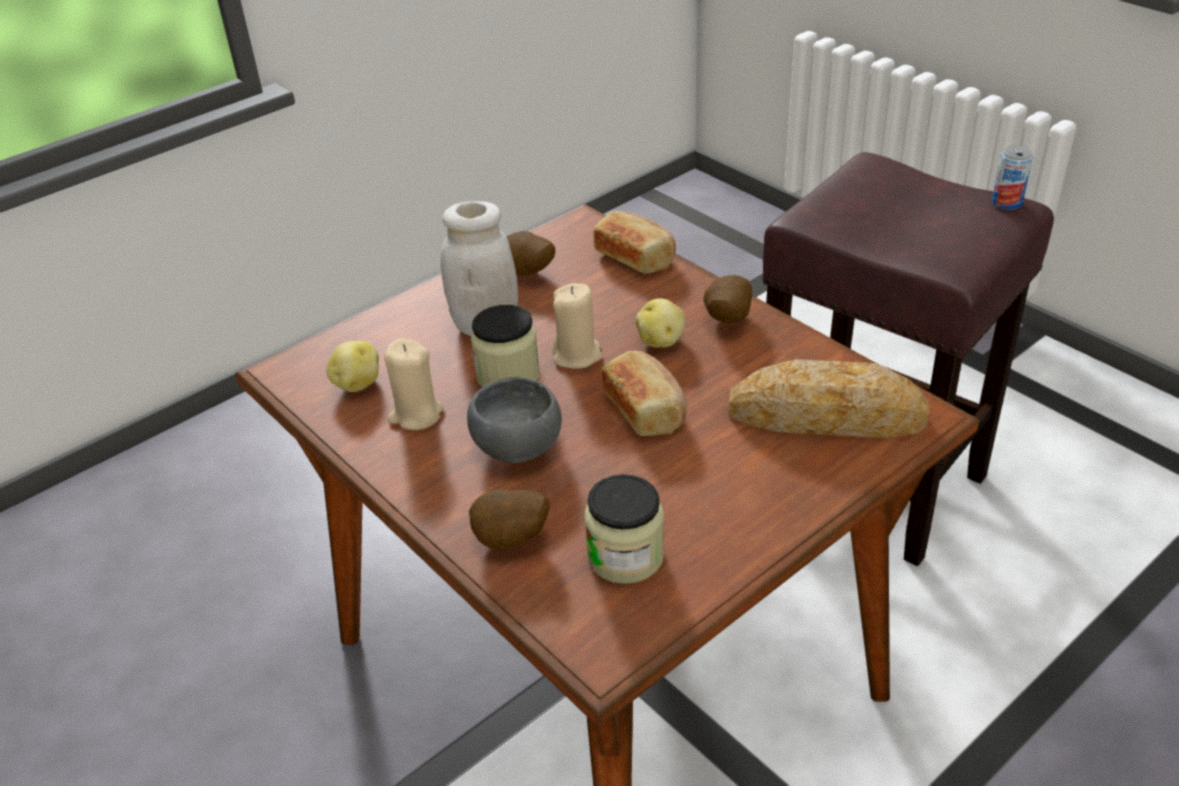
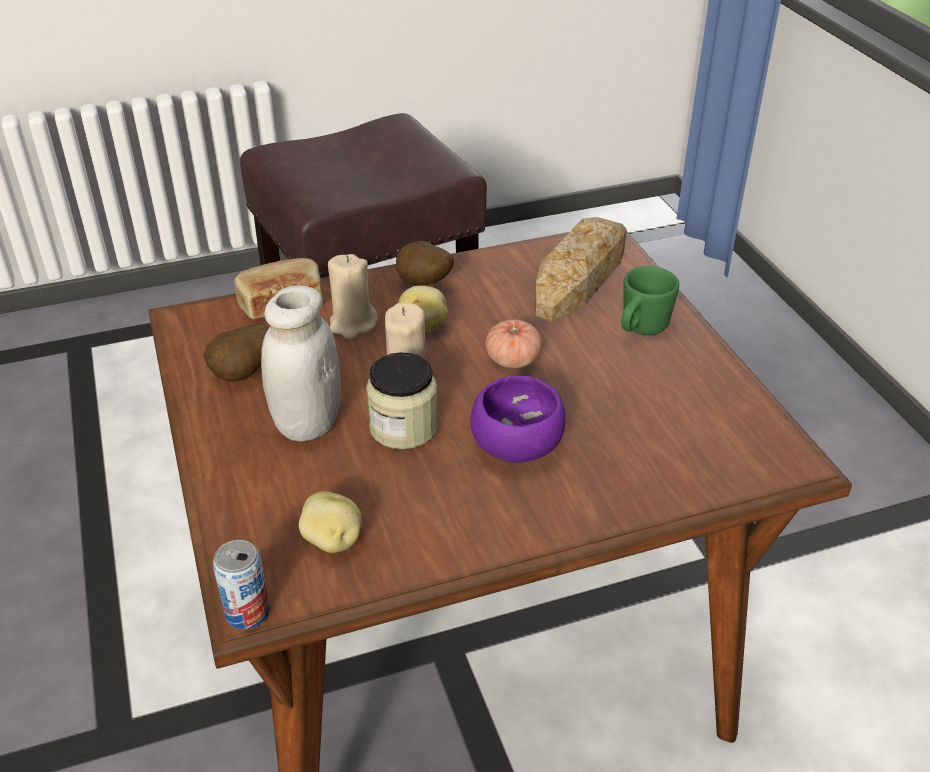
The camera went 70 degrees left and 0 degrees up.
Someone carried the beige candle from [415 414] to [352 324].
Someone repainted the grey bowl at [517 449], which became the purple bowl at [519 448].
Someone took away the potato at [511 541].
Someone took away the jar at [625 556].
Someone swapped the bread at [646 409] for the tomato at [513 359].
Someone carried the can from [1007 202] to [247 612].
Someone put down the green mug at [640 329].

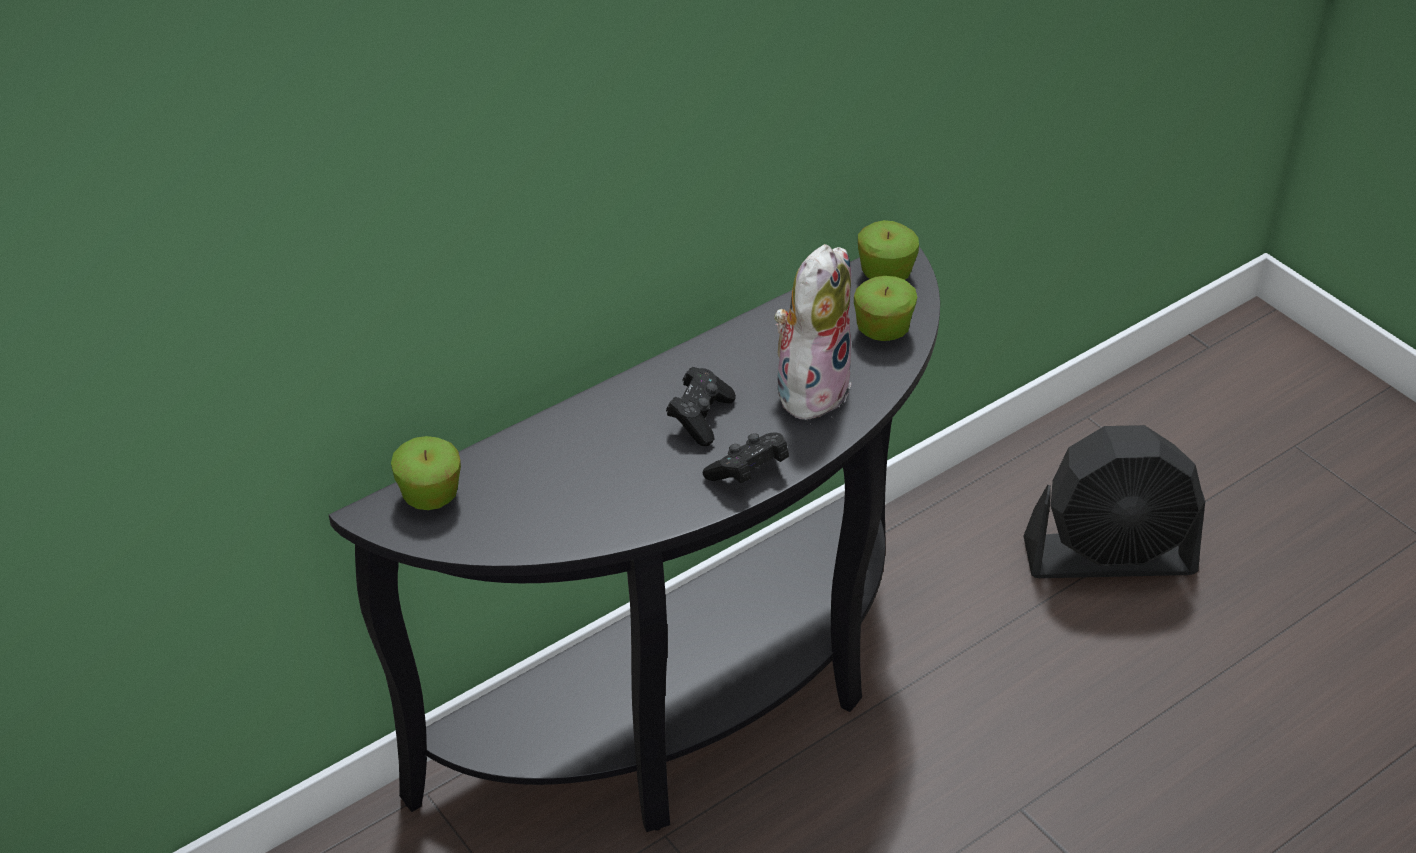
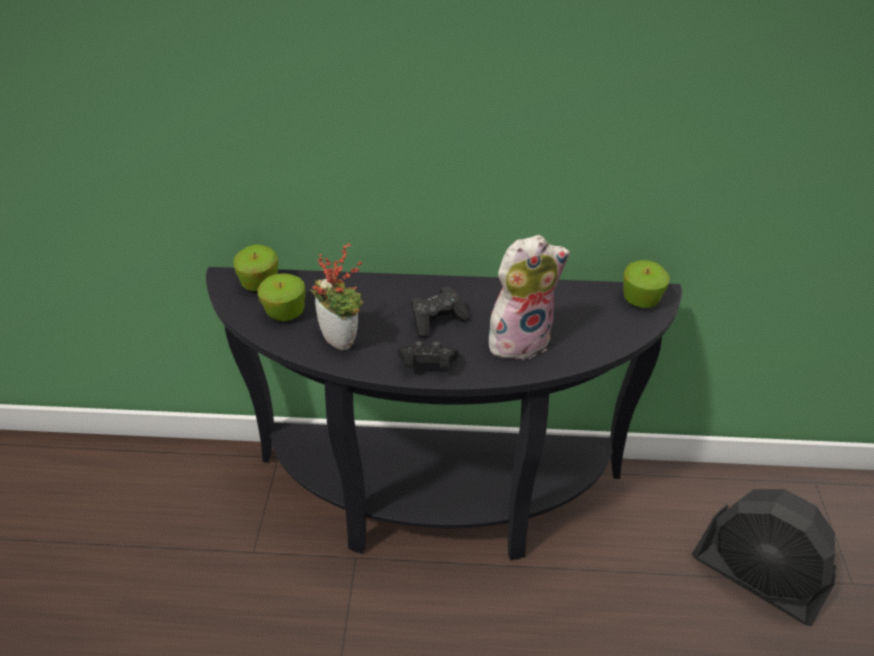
The camera went 40 degrees right and 0 degrees up.
Someone carried the apple from [883 330] to [285 312].
Someone put down the potted plant at [343 339].

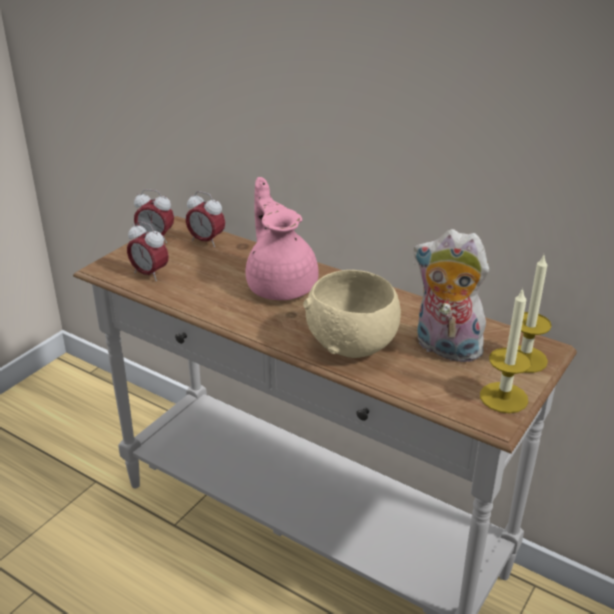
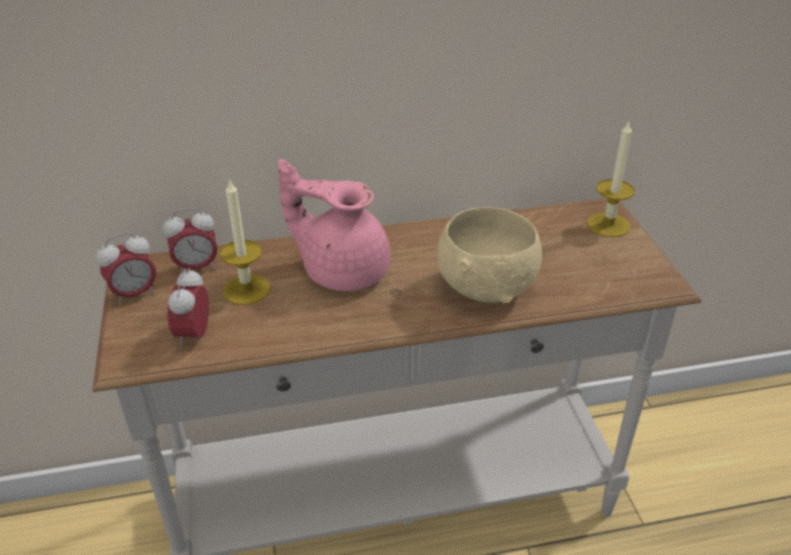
The camera went 45 degrees left and 5 degrees up.
Someone rotated the alarm clock at [149 274] by 105 degrees clockwise.
Someone took away the plush toy at [444 349].
Someone carried the candle from [503 397] to [246 289].

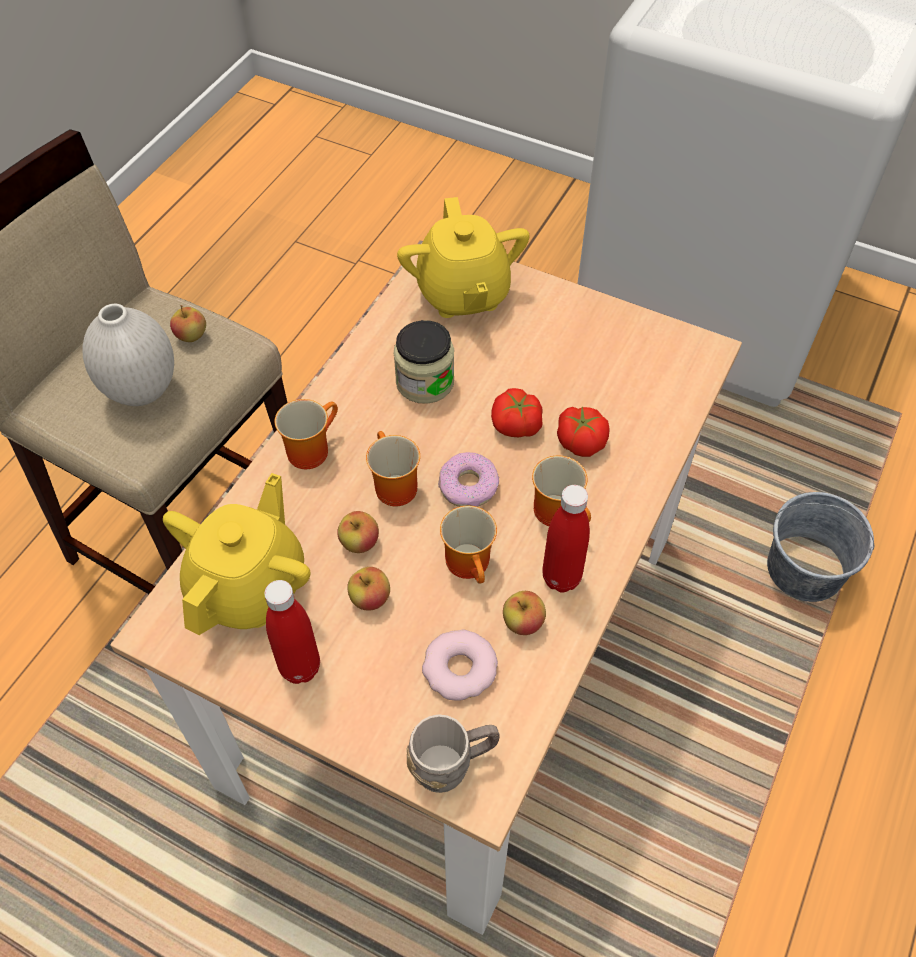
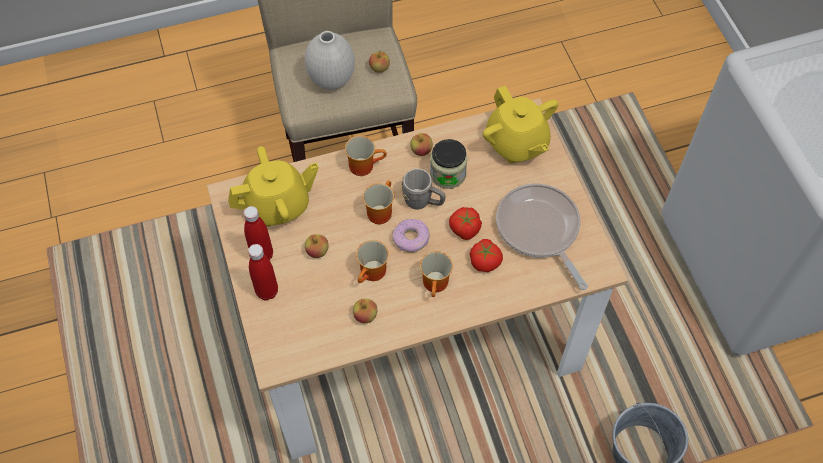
The camera went 45 degrees right and 5 degrees up.
Someone carried the apple from [359 543] to [421 151].
Someone rotated the yellow teapot at [463 294] by 60 degrees counterclockwise.
Someone carried the grey mug from [453 764] to [423 201].
Someone took away the donut at [460 669].
Someone carried the red bottle from [561 578] to [267 291].
Someone put down the frying pan at [539 230].

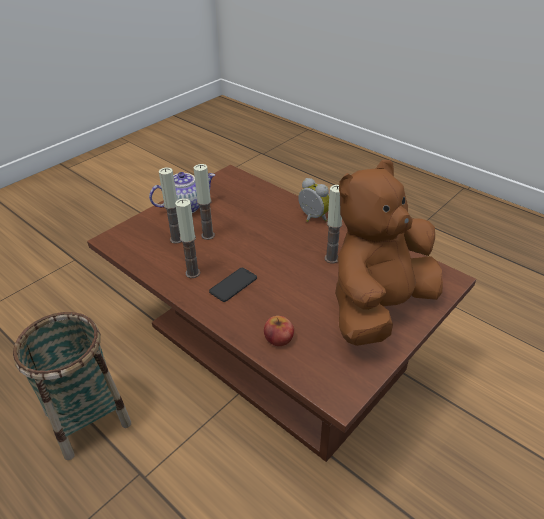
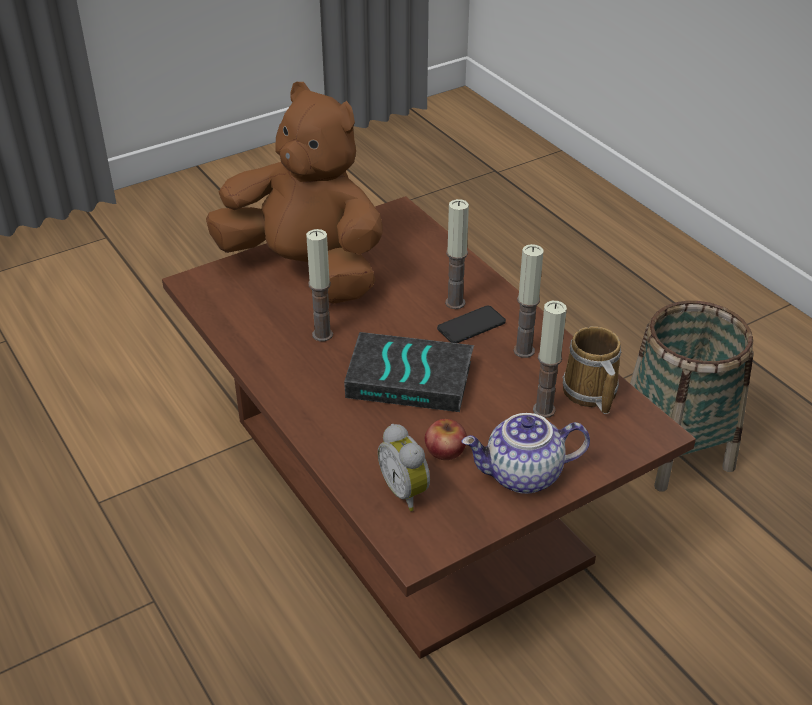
The camera went 165 degrees left and 0 degrees up.
Someone carried the candle from [208 235] to [455 303].
Someone carried the apple from [278 338] to [445 450].
Someone carried the alarm clock from [312 218] to [407 491].
Someone rotated the brown plush toy at [378 307] by 120 degrees counterclockwise.
Someone put down the book at [411 378].
Someone put down the mug at [589 392].

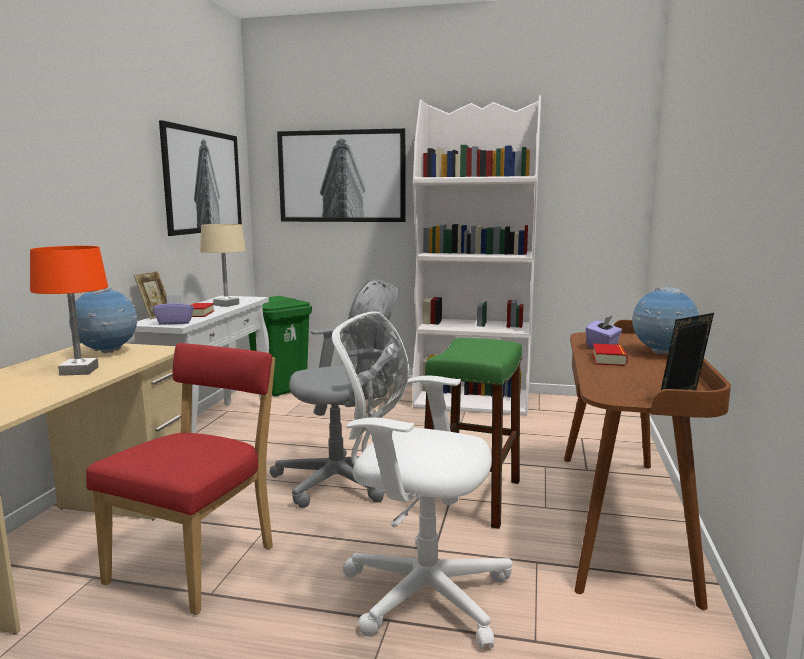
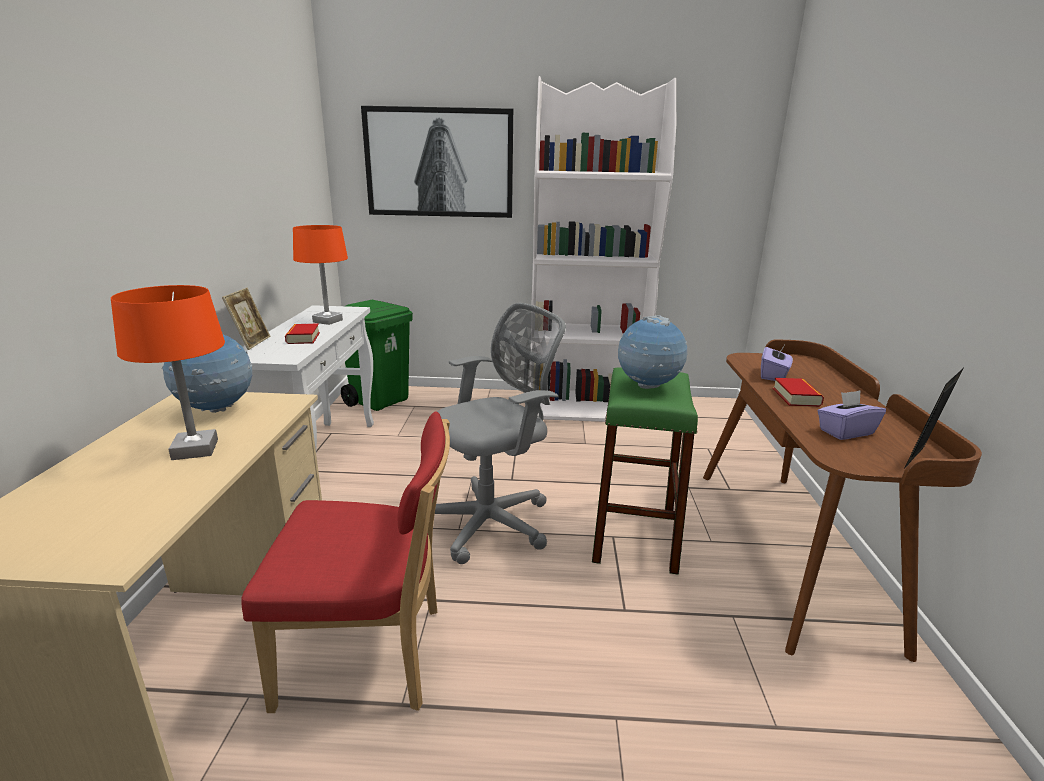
The camera went 10 degrees left and 10 degrees up.
Someone rotated the red chair at [198 561] by 75 degrees clockwise.
Someone carried the purple tissue box from [175 322] to [845 432].
Someone took away the picture at [202 181].
Someone repainted the beige table lamp at [226 304], which became the orange table lamp at [327 321].
Someone took away the white office chair at [419 591].
Someone carried the globe from [662 353] to [648 387].

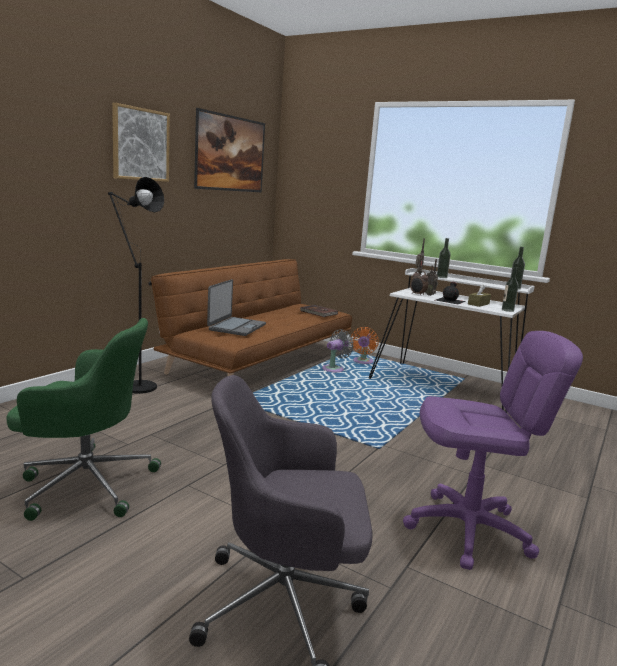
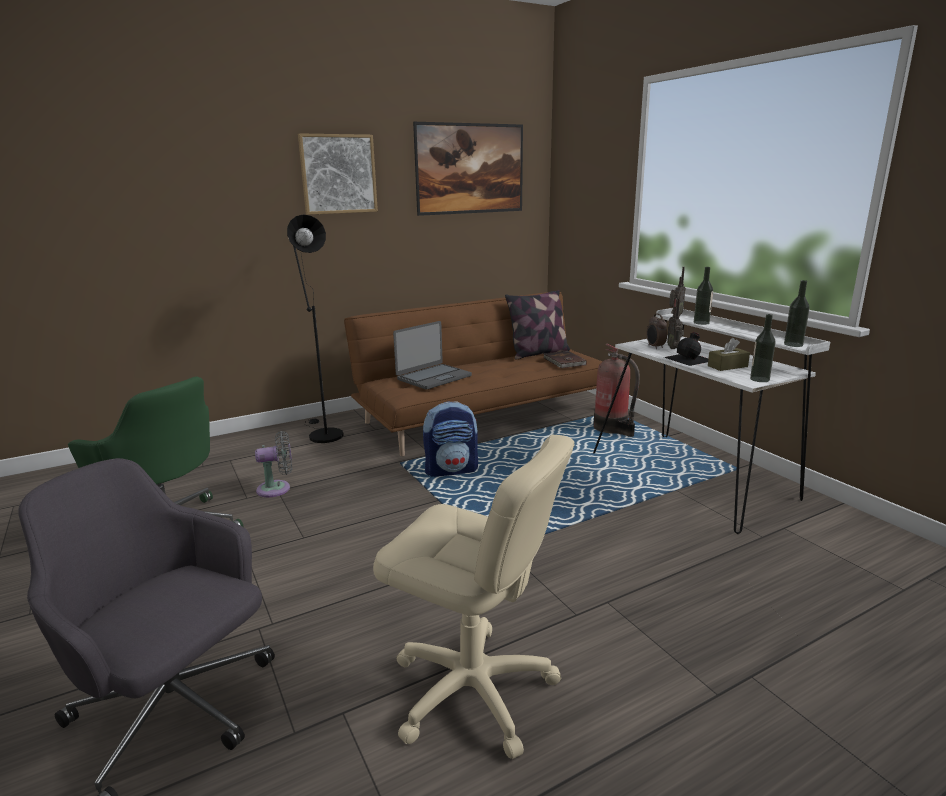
The camera went 30 degrees right and 5 degrees up.
Someone carried the grey fan from [334 369] to [277 489].
Someone swapped the orange fan at [362 362] for the fire extinguisher at [612 429].
Someone repainted the purple office chair at [468 530], which became the beige office chair at [472 690].
Someone put down the backpack at [451 470].
Someone put down the pillow at [538 353].

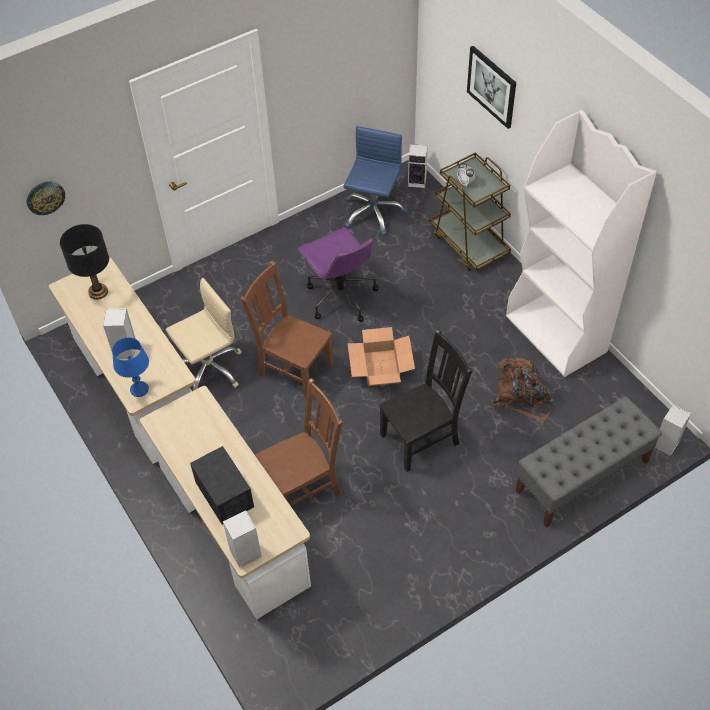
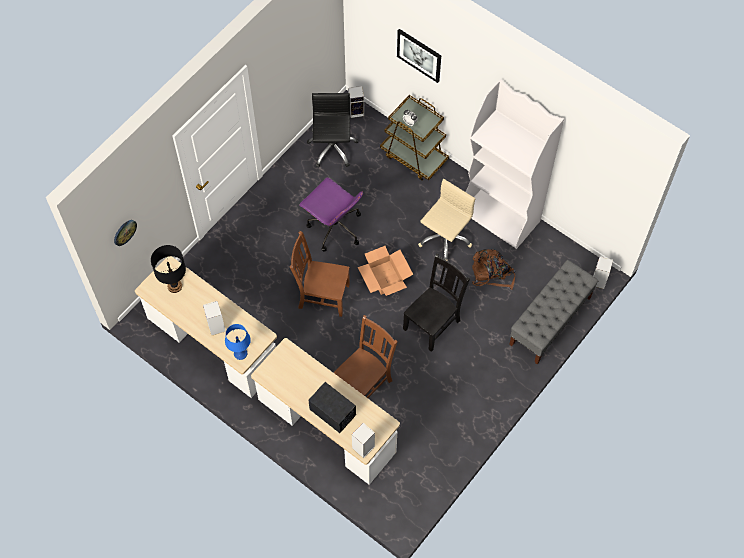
The camera went 20 degrees left and 10 degrees up.
Someone carried the beige office chair from [209 369] to [444 238].
Someone repainted the blue office chair at [373 212], which became the black office chair at [332 148].

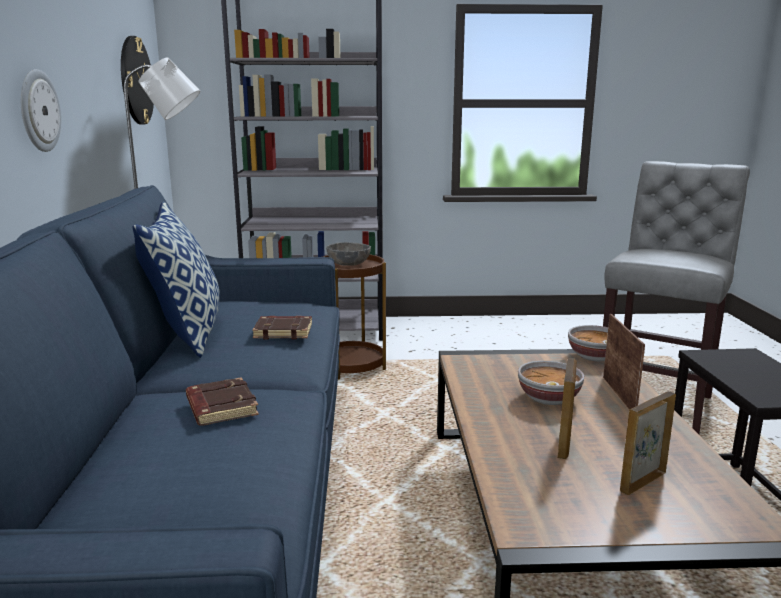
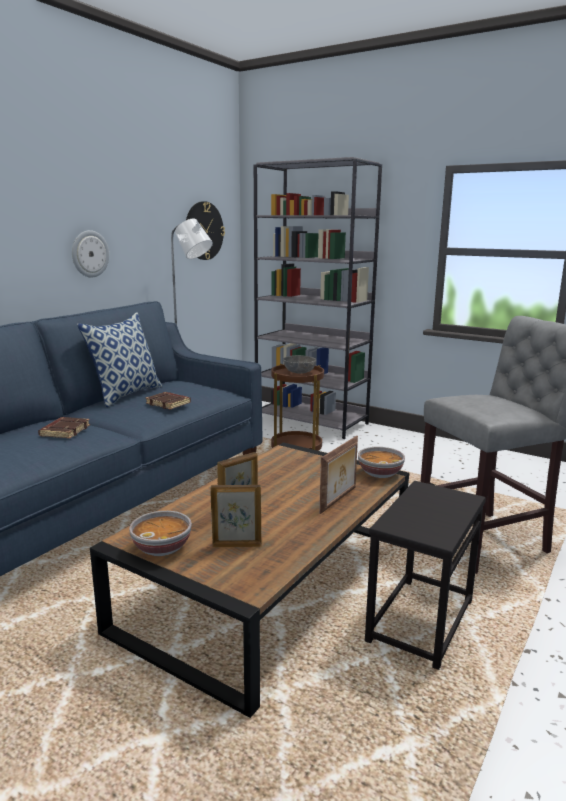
The camera went 35 degrees right and 0 degrees up.
Someone carried the bowl from [548 398] to [162 547].

